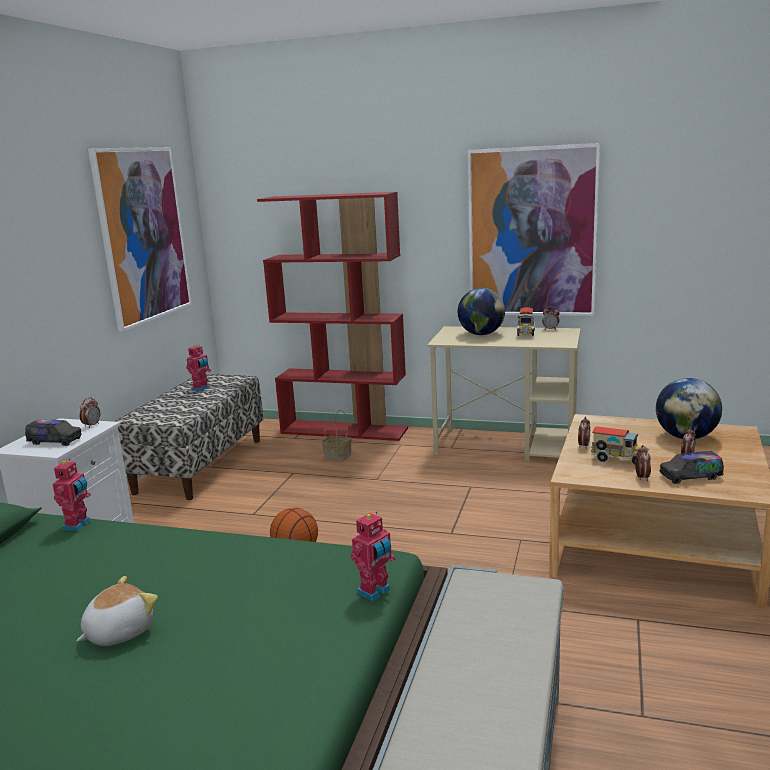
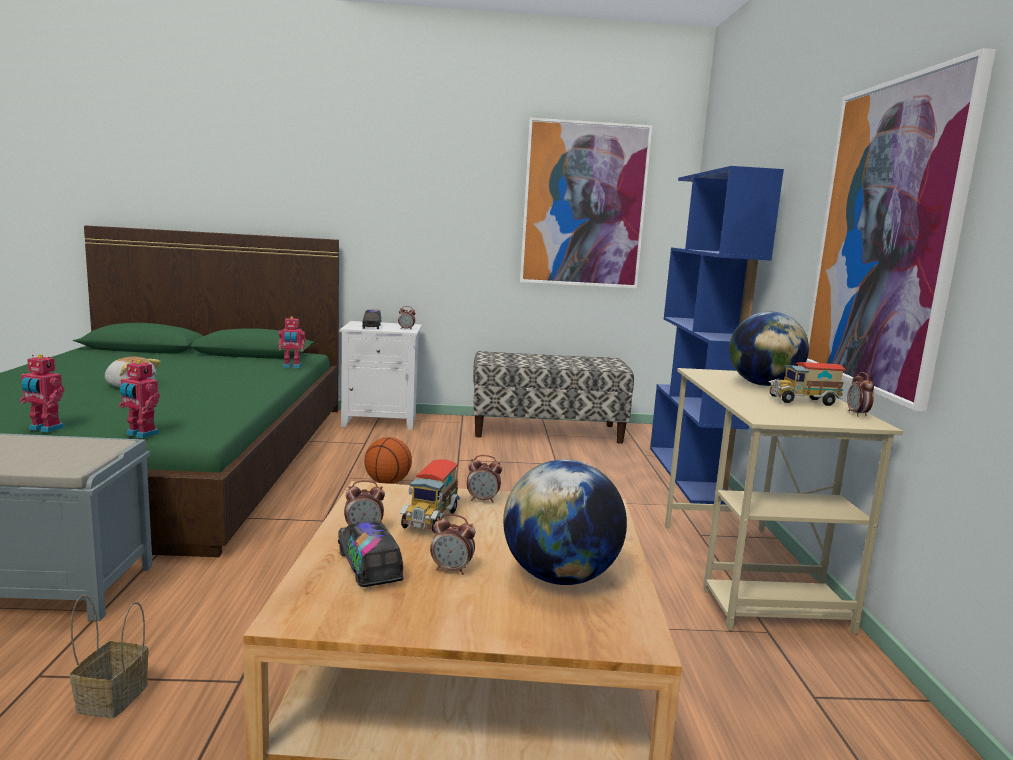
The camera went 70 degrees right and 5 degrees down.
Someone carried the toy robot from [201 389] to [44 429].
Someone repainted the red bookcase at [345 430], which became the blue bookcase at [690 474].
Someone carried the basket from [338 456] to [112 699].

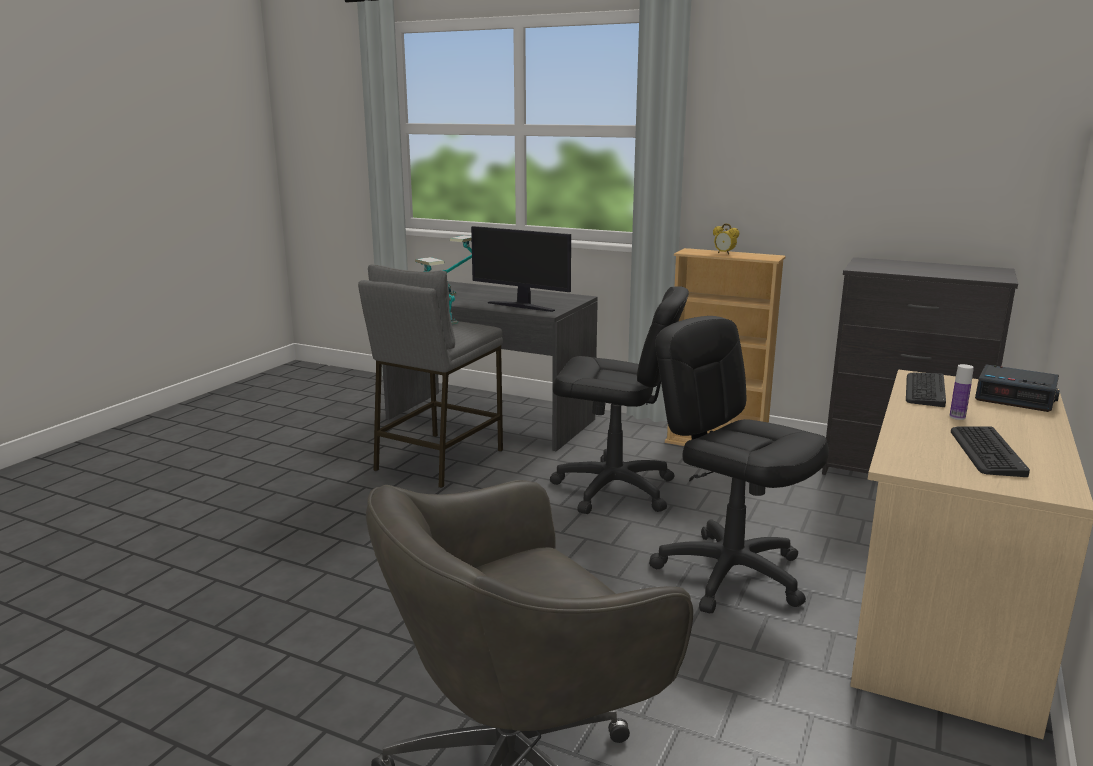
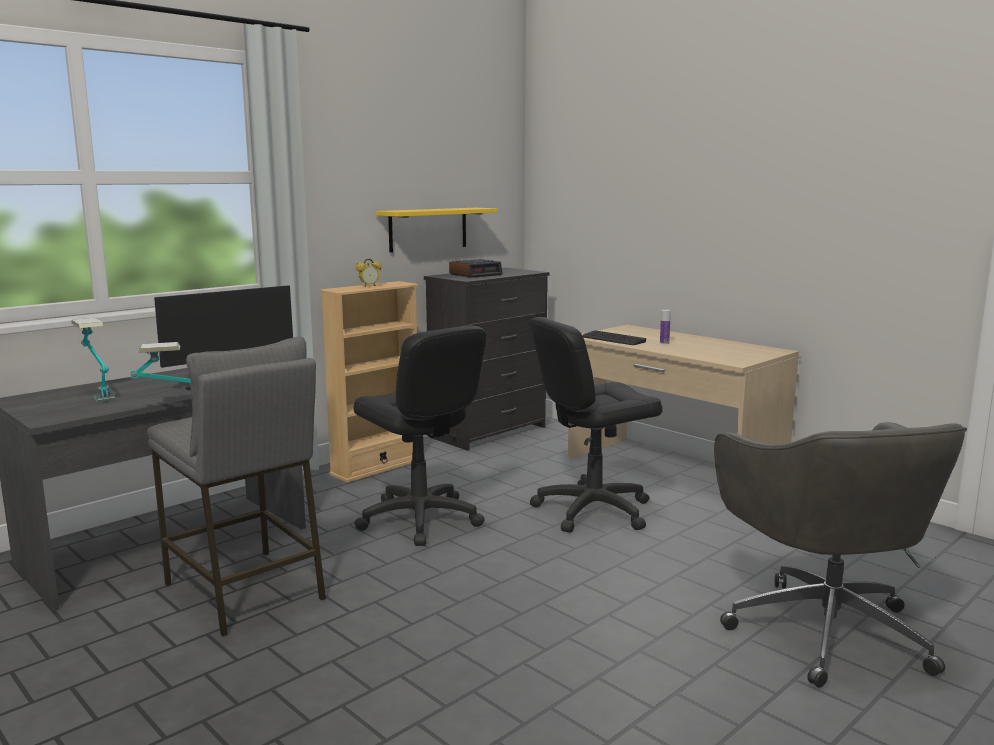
The camera went 70 degrees left and 5 degrees down.
Someone rotated the black office chair at [614 489] by 105 degrees clockwise.
Someone took away the keyboard at [986 452].
Someone carried the alarm clock from [1016 397] to [475 274].
Someone put up the yellow shelf at [428 229].

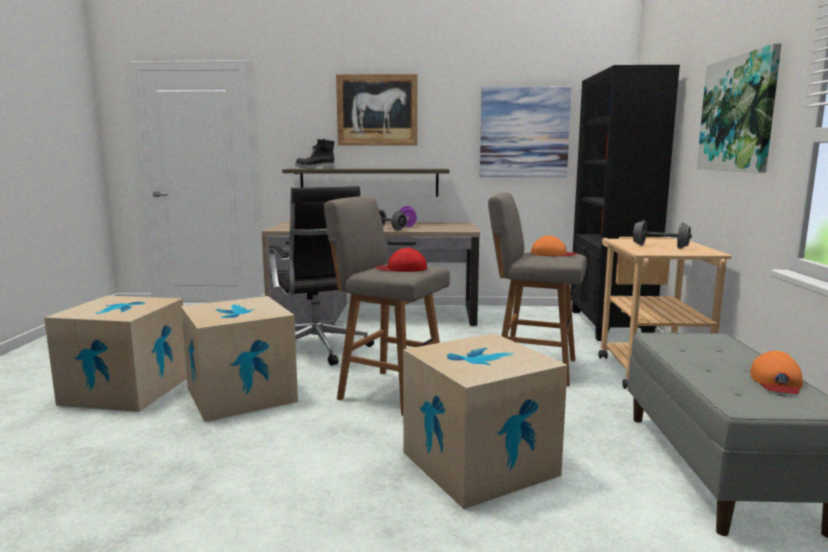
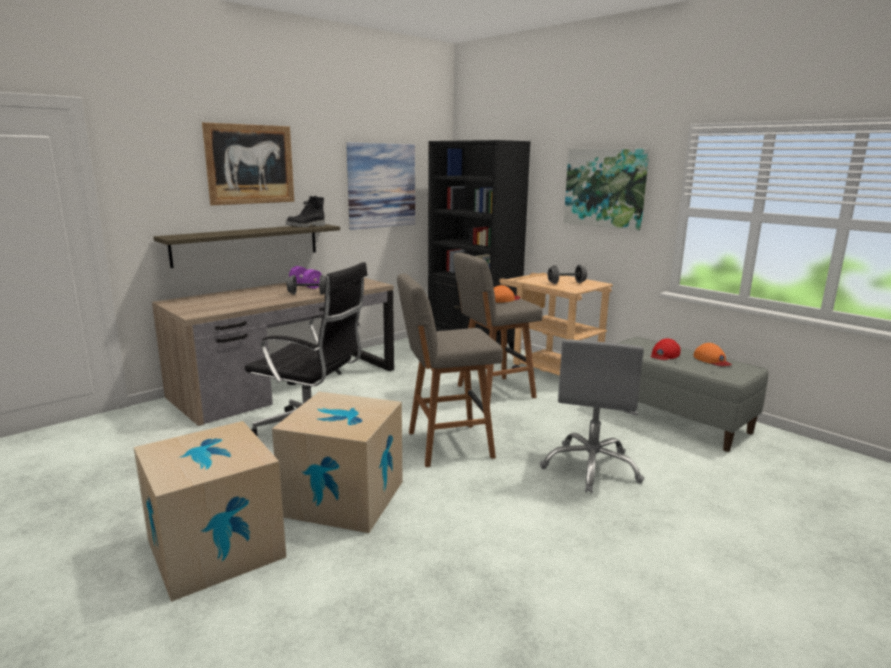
The camera went 45 degrees left and 5 degrees up.
Someone carried the black boot from [314 169] to [306 226].
Someone carried the red cap from [402 268] to [664 355].
Someone swapped the cardboard box at [479 463] for the grey office chair at [591 467].

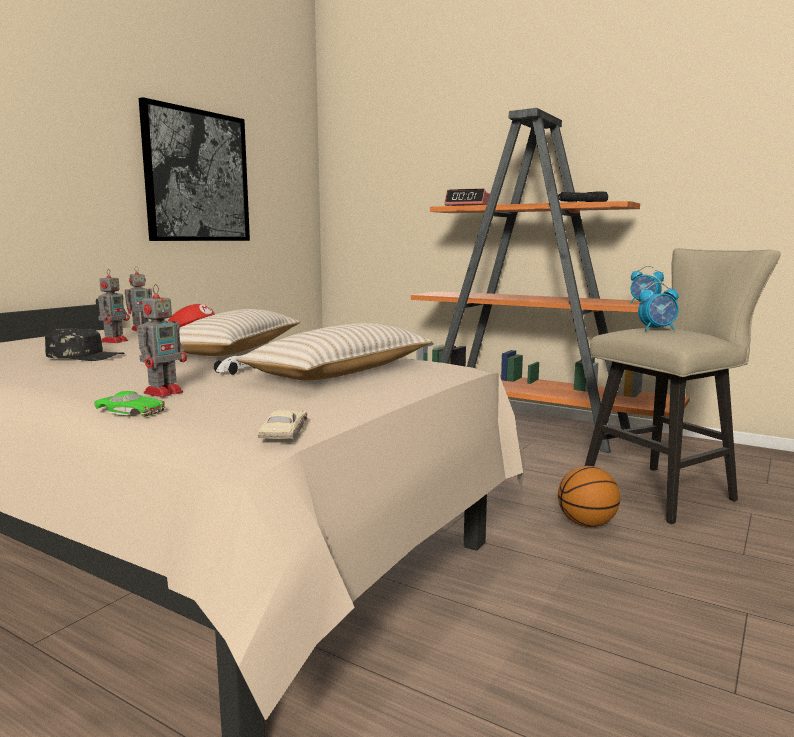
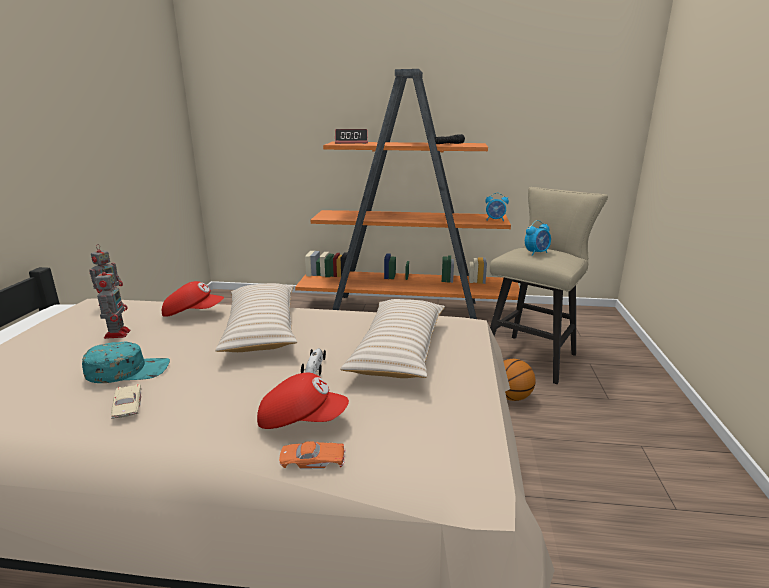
The camera went 25 degrees left and 10 degrees up.
Someone repainted the black cap at [85 356], which became the turquoise cap at [128 370].
Someone repainted the green toy car at [130 411], which became the orange toy car at [313 460].
Someone swapped the toy robot at [165 392] for the red cap at [302 420].
Someone took away the picture at [197 176].
Someone carried the beige toy car from [283 431] to [127 405].

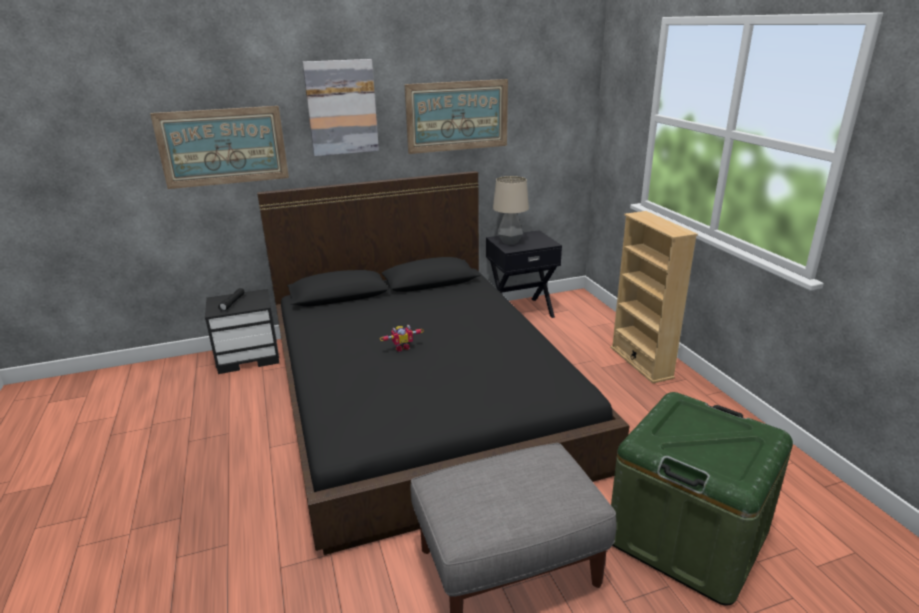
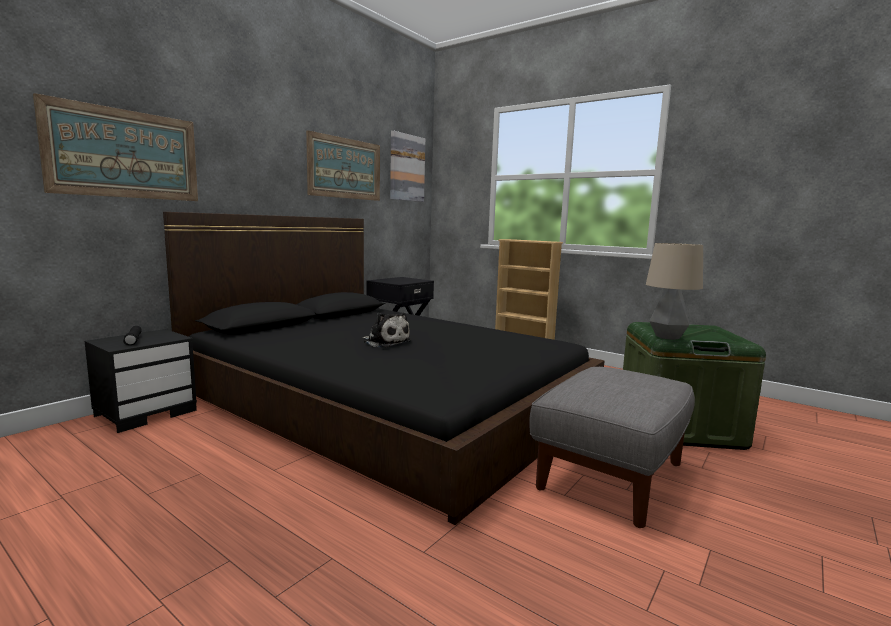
The camera went 35 degrees left and 15 degrees down.
Someone carried the picture from [341 107] to [406 168].
Someone swapped the toy robot at [402 347] for the plush toy at [385 342].
Someone carried the table lamp from [510 242] to [667 337].

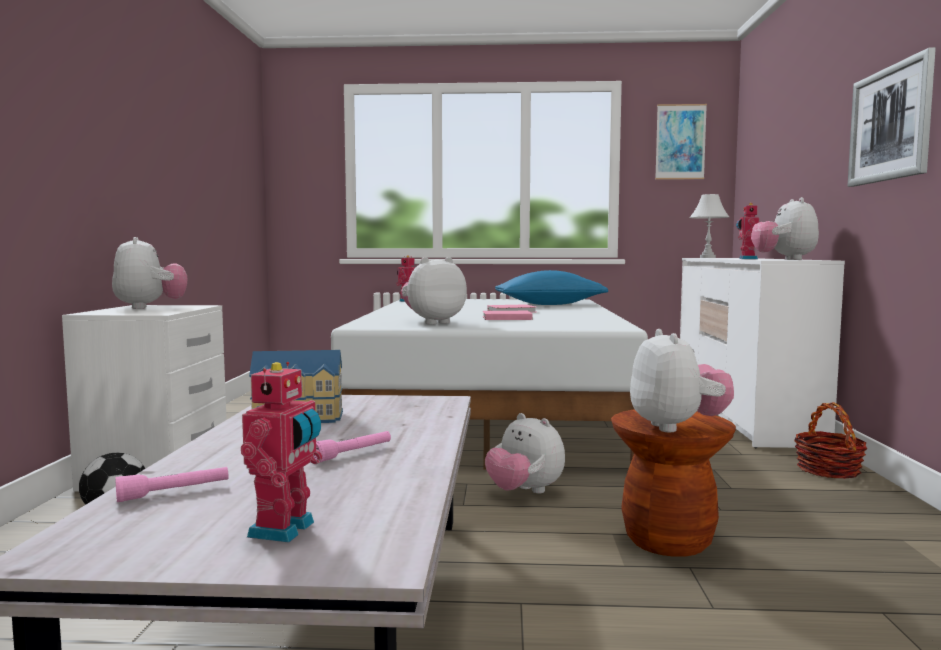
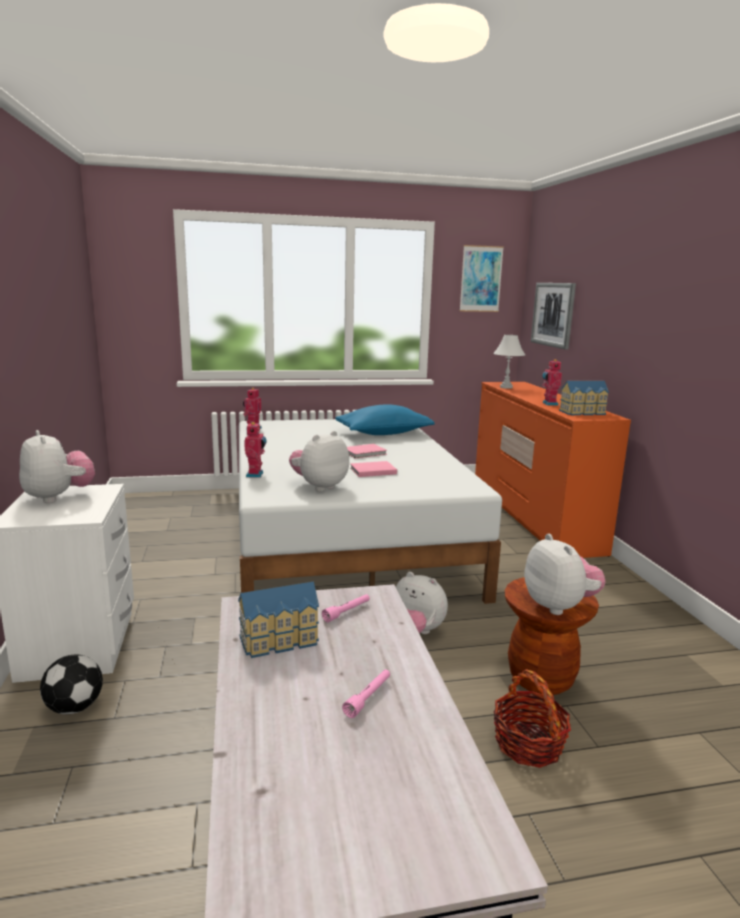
The camera went 15 degrees left and 10 degrees up.
Someone carried the pink flashlight from [174 492] to [347 612].
Someone carried the toy robot from [285 530] to [256 475].
Someone repainted the white dresser at [741 413], which became the orange dresser at [533 517].
Someone swapped the plush toy at [784 259] for the toy house at [583 412].
Someone carried the basket from [828 470] to [528 744].
Someone carried the picture from [890 124] to [553 314].

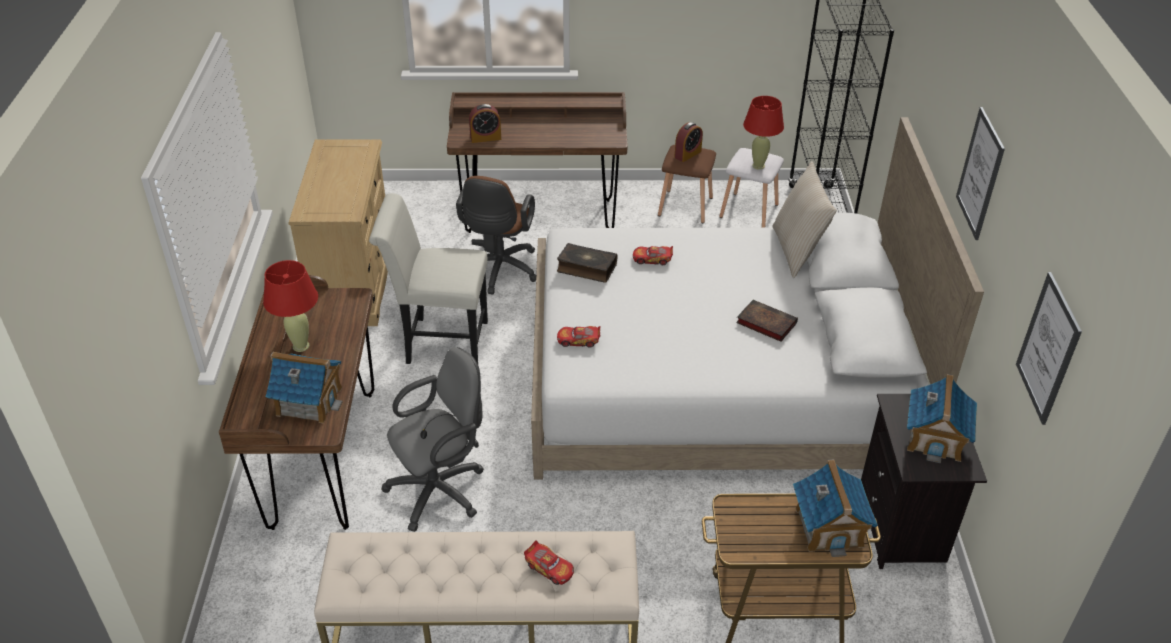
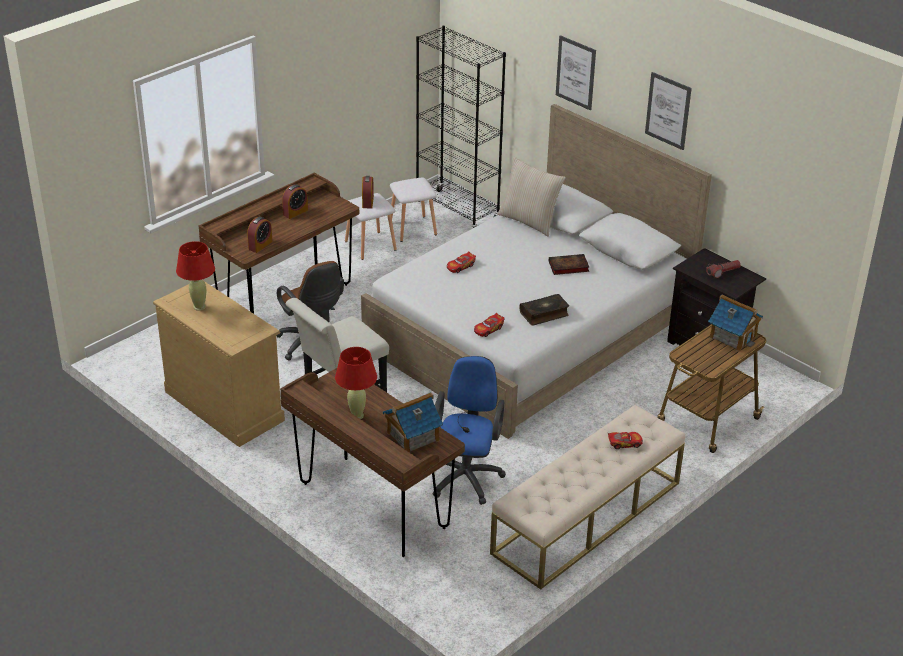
The camera went 45 degrees left and 5 degrees down.
Someone repainted the grey office chair at [441 489], which became the blue office chair at [466 476].
Someone carried the book from [586 268] to [544 314].
Someone repainted the brown stool at [686 206], which became the white stool at [371 245].
Someone carried the red table lamp from [758 166] to [199 307].
Someone swapped the toy house at [935 437] for the flashlight at [723 272].
Someone carried the picture from [1048 348] to [575 72].
Someone put down the alarm clock at [295 212].

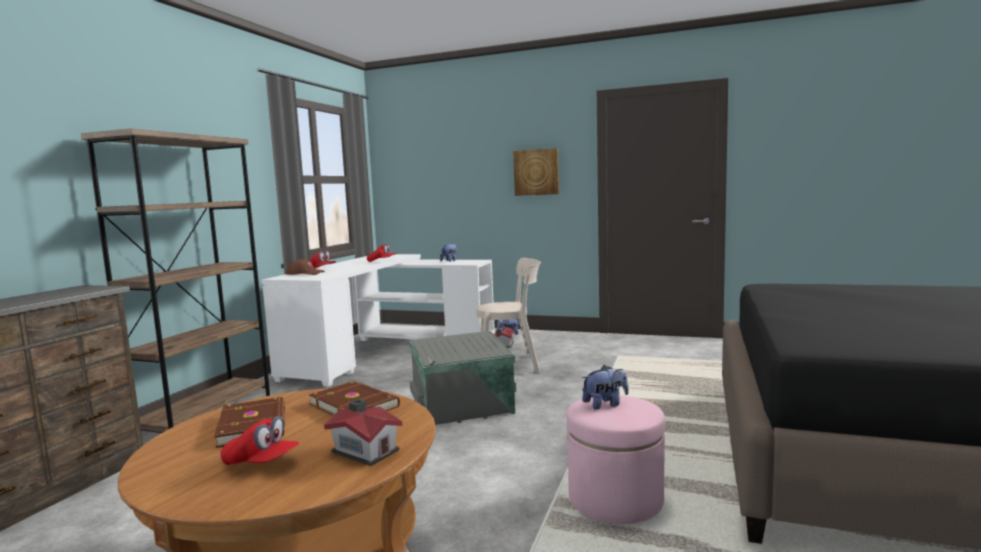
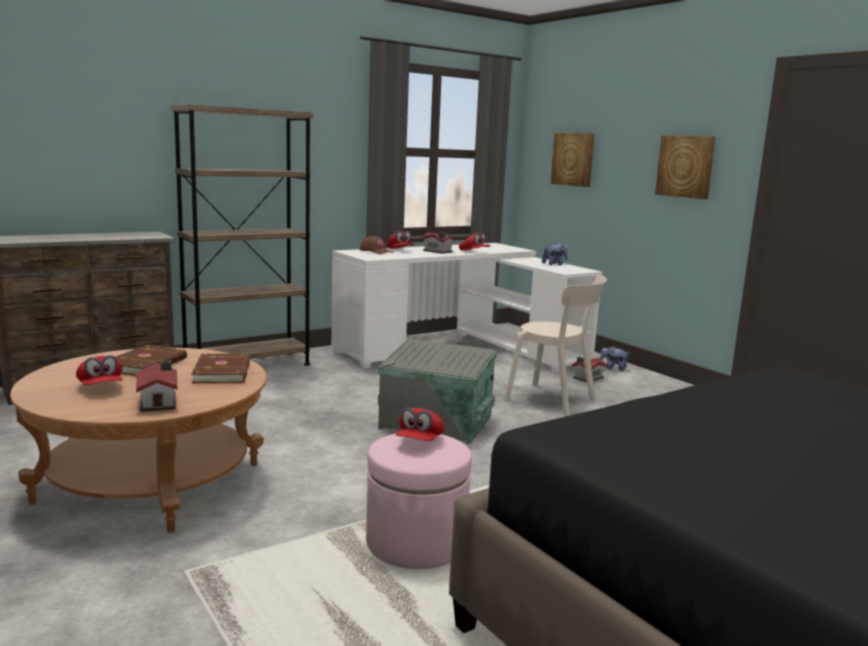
The camera went 35 degrees right and 5 degrees up.
Someone swapped the plush toy at [605 404] for the red cap at [419 441].
Someone put down the toy house at [437 251].
Someone put up the picture at [573 159].

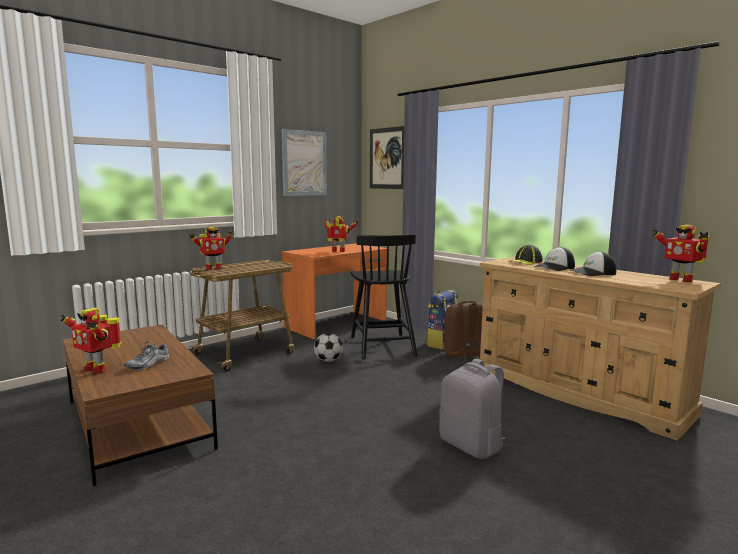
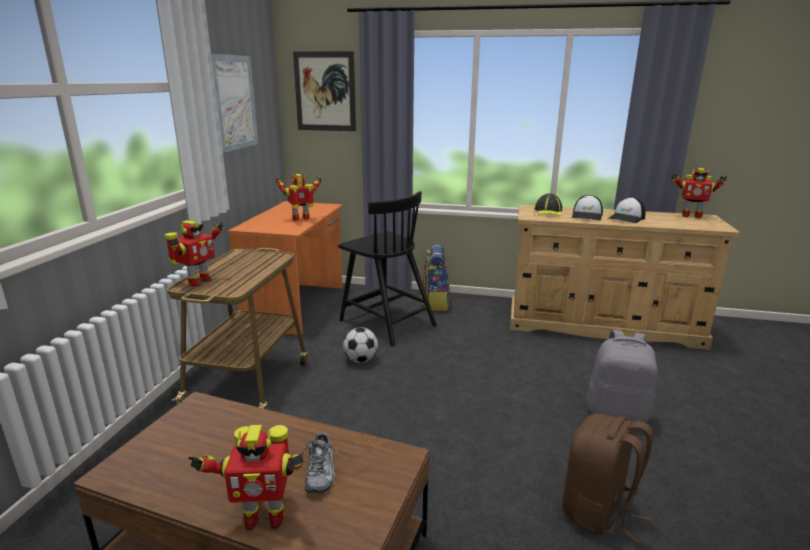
The camera went 35 degrees left and 10 degrees up.
Someone carried the brown backpack from [464 355] to [599 512].

